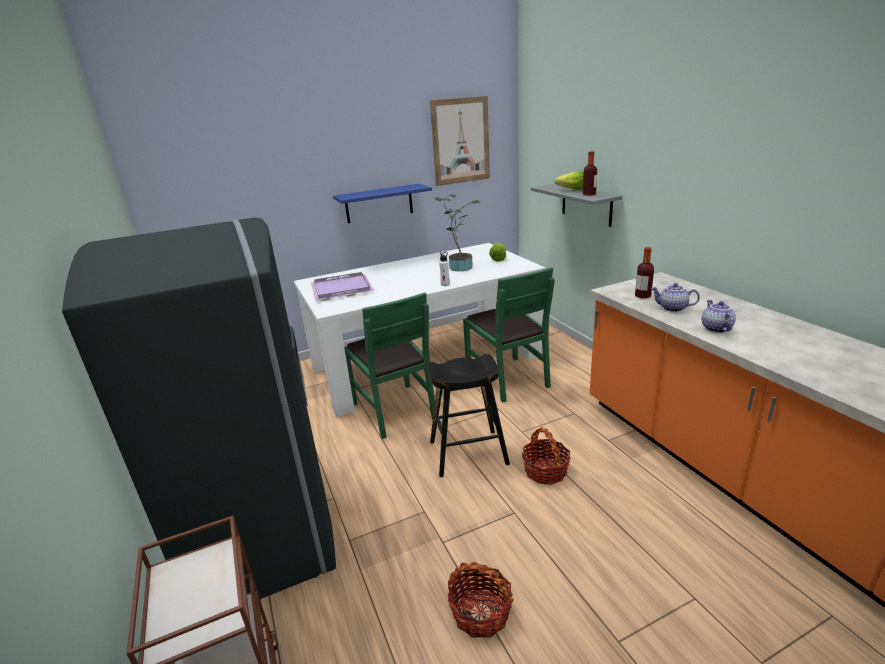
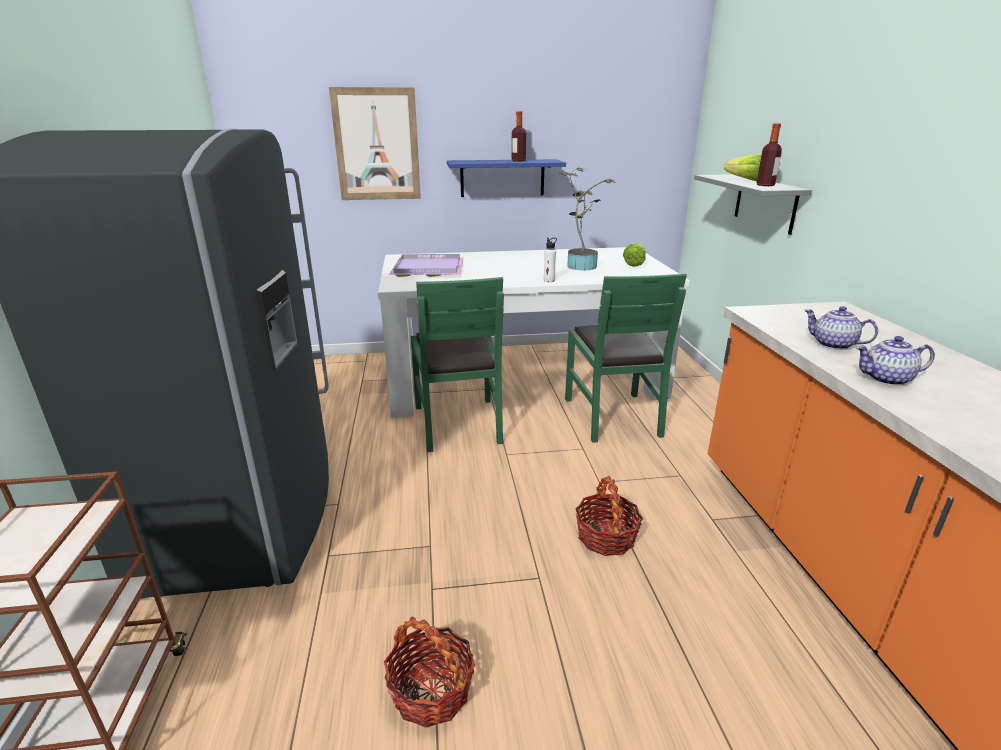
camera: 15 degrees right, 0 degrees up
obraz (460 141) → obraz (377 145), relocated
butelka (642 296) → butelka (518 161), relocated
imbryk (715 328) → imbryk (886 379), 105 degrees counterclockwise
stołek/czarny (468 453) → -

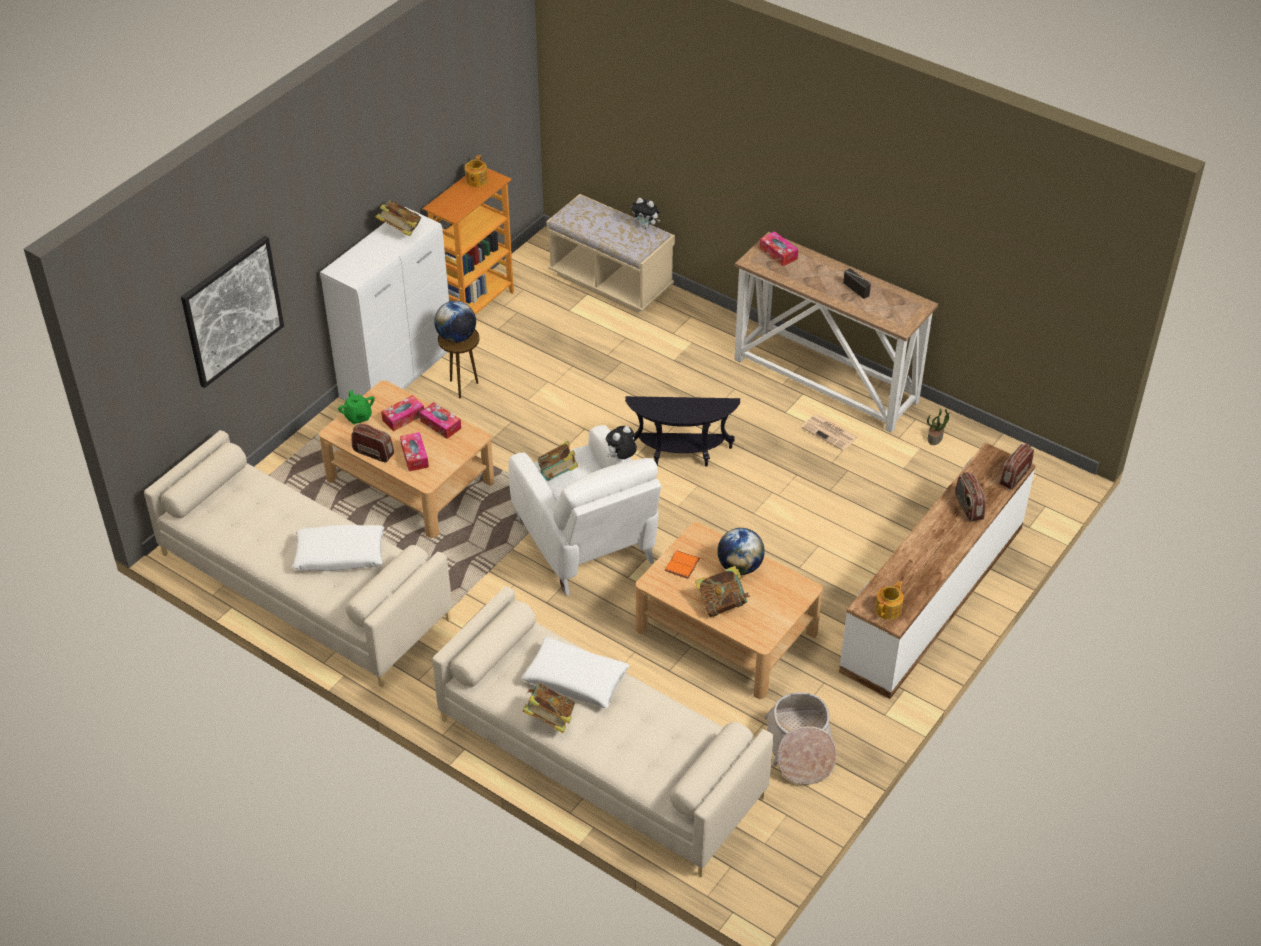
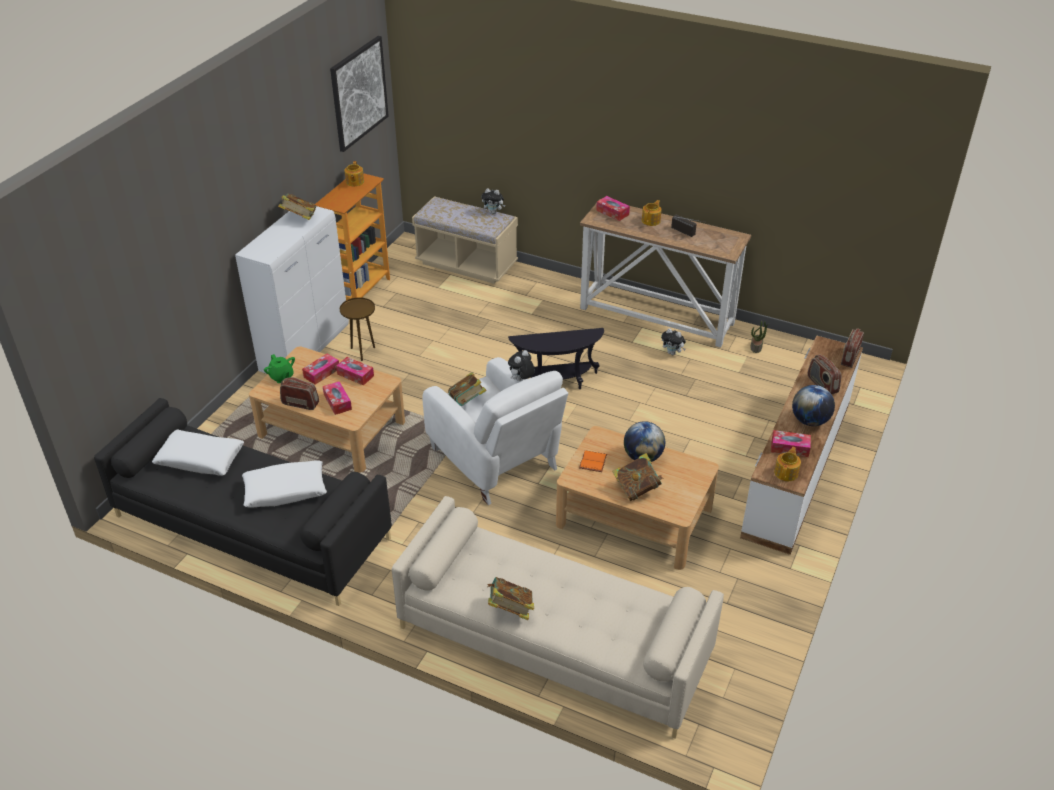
camera: 10 degrees left, 5 degrees down
kanapa/beżowy (303 586) → kanapa/czarny (251 527)
poduszka/biały (576 679) → poduszka/biały (200 459), relocated
obraz (232 311) → obraz (359 93), relocated
- → imbryk (651 220)
gazeta (830 433) → pluszak (672 353)
- → pudełko chusteczek (789 448)
globus (456 337) → globus (810 421), relocated
koszyk (800 748) → -

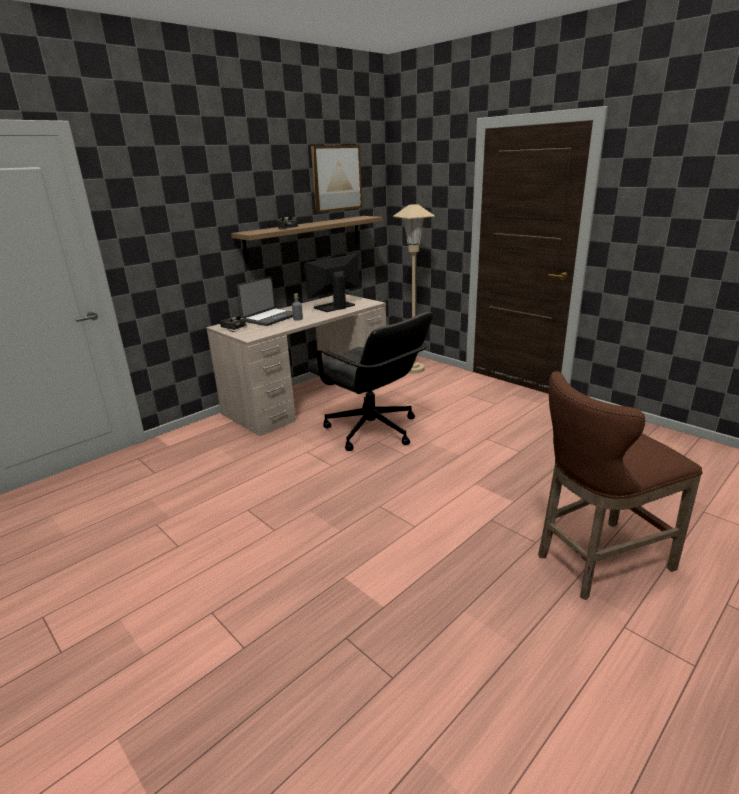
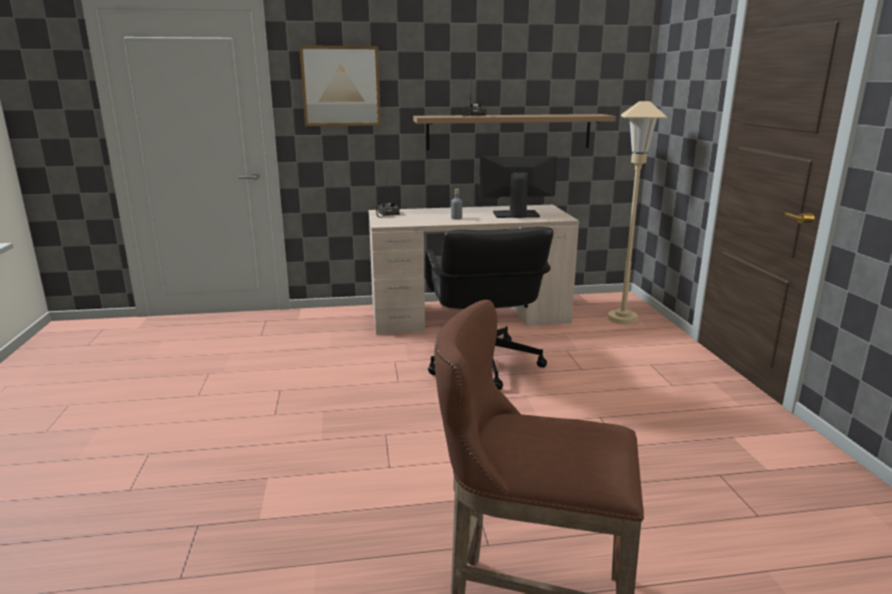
camera: 35 degrees right, 5 degrees down
obraz (336 178) → obraz (341 86), relocated
laptop (270 318) → -

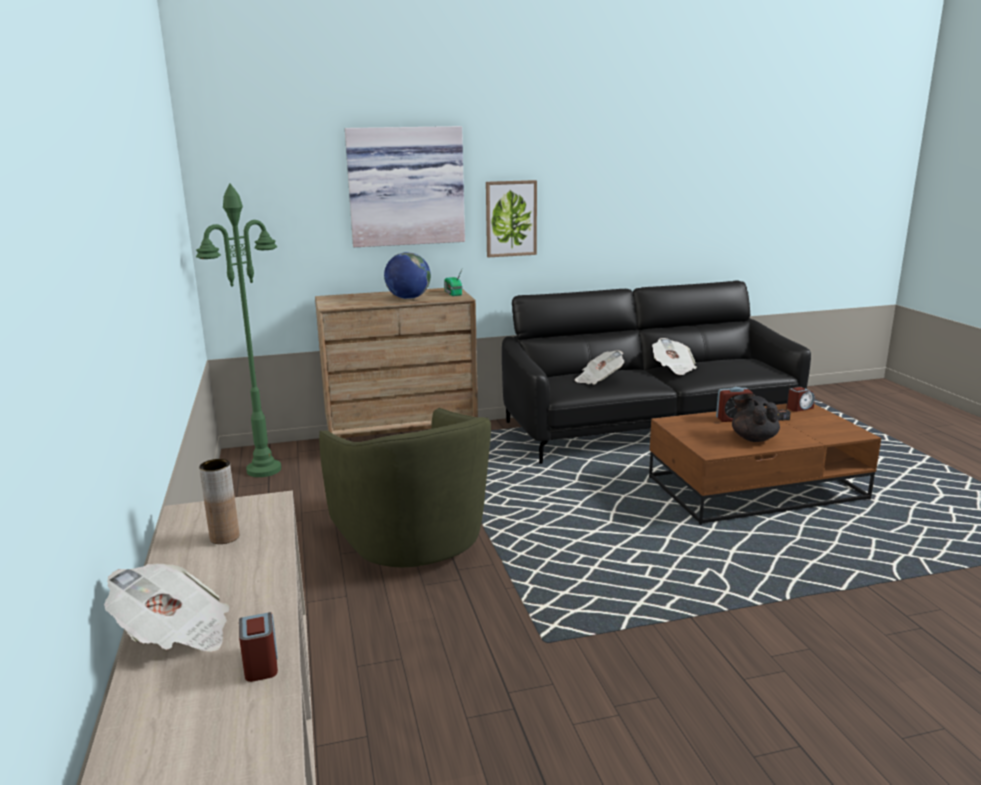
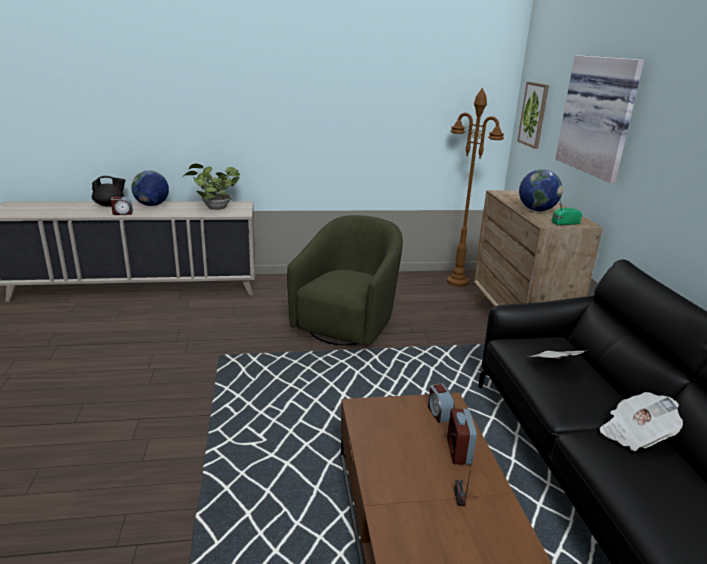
camera: 95 degrees right, 5 degrees up
imbryk/czarny (753 438) → imbryk/czarny (110 205), relocated
gazeta (175 634) → globus (152 205)
wazon/brązowy (224 537) → roślina doniczkowa (214 208)
fotel/zielony (412 543) → fotel/zielony (347 324), 135 degrees clockwise
budzik (799 408) → budzik (439 412), relocated
lampa stojąca/zielony (263 470) → lampa stojąca/brązowy (457 282)
obraz (511 218) → obraz (534 114), relocated

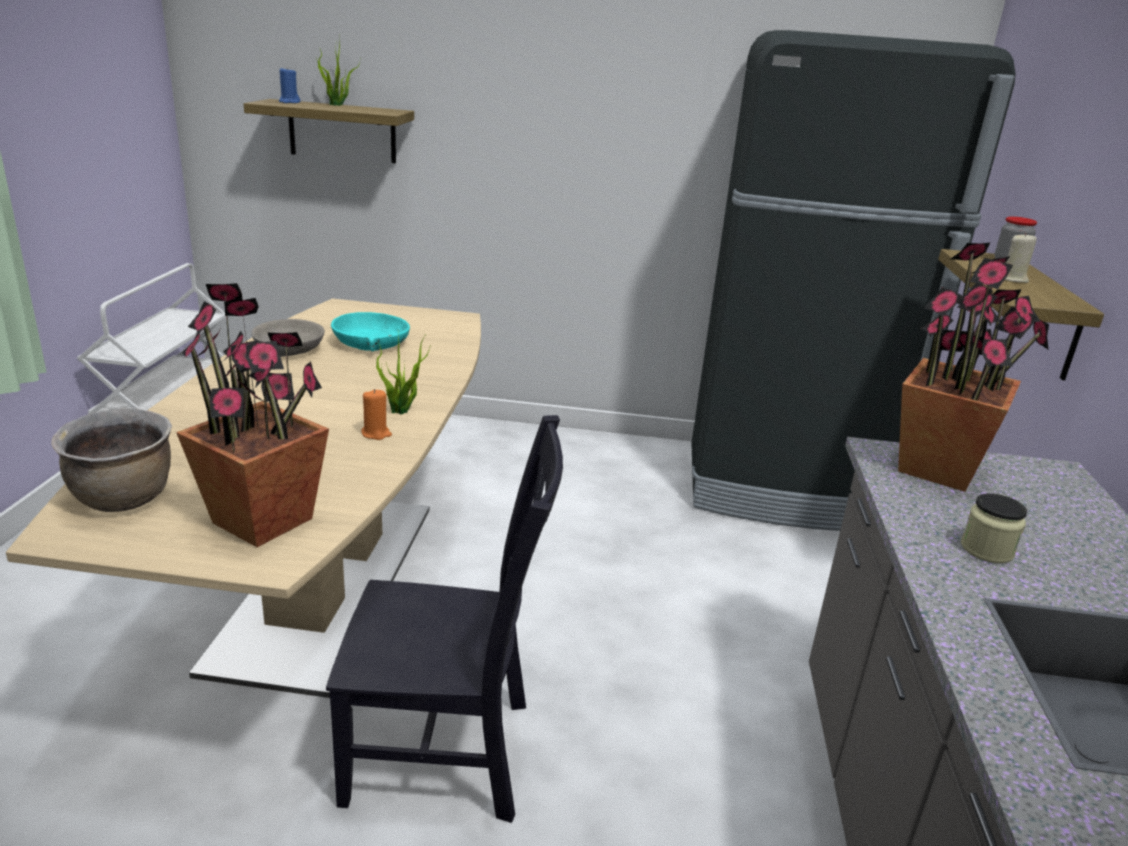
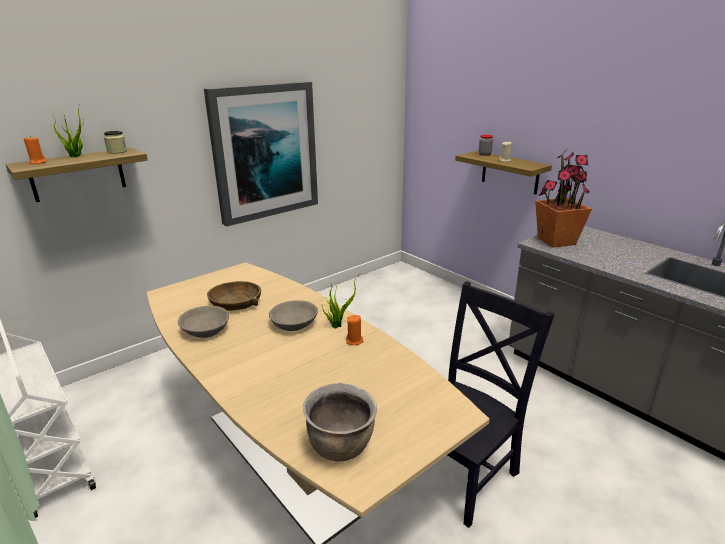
camera: 45 degrees left, 0 degrees up
świeca/niebieski (289 102) → świeca/pomarańczowy (38 162)
słoik (986 550) → słoik (117 152), relocated
- → obraz (264 152)
miska/turkusowy (371 343) → miska/brązowy (236 303)
- → miska/szary (294 324)
roślina doniczkowa (264 521) → -
lodówka/czarny (786 488) → -

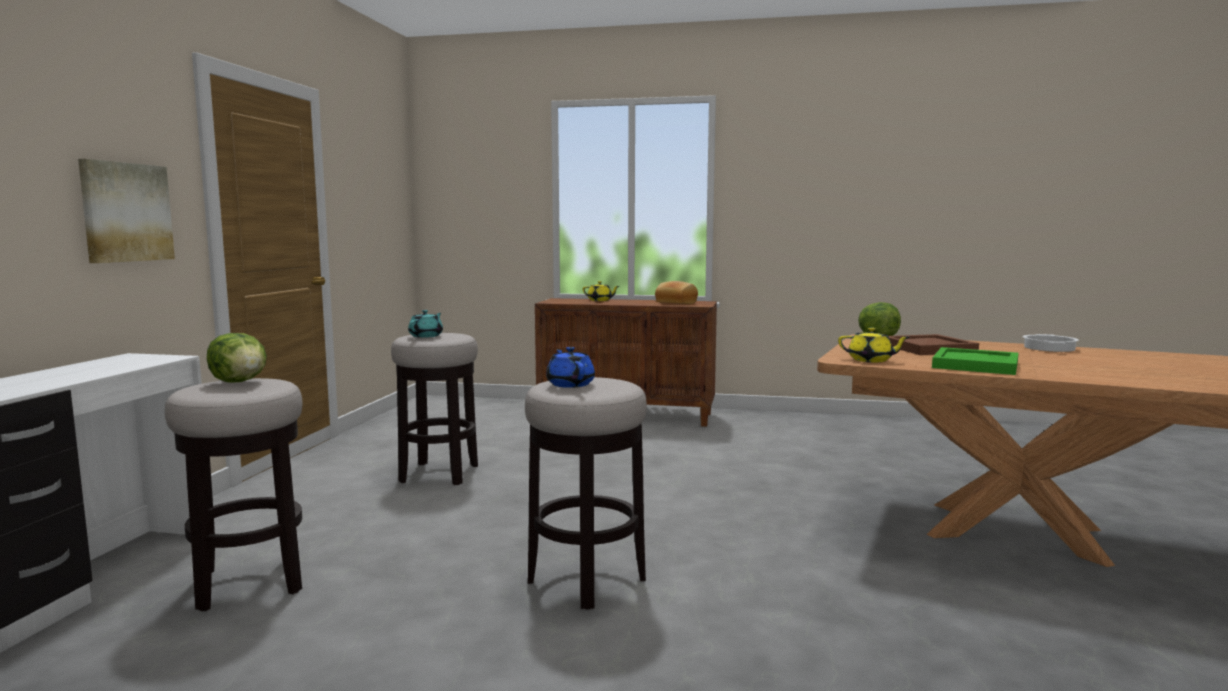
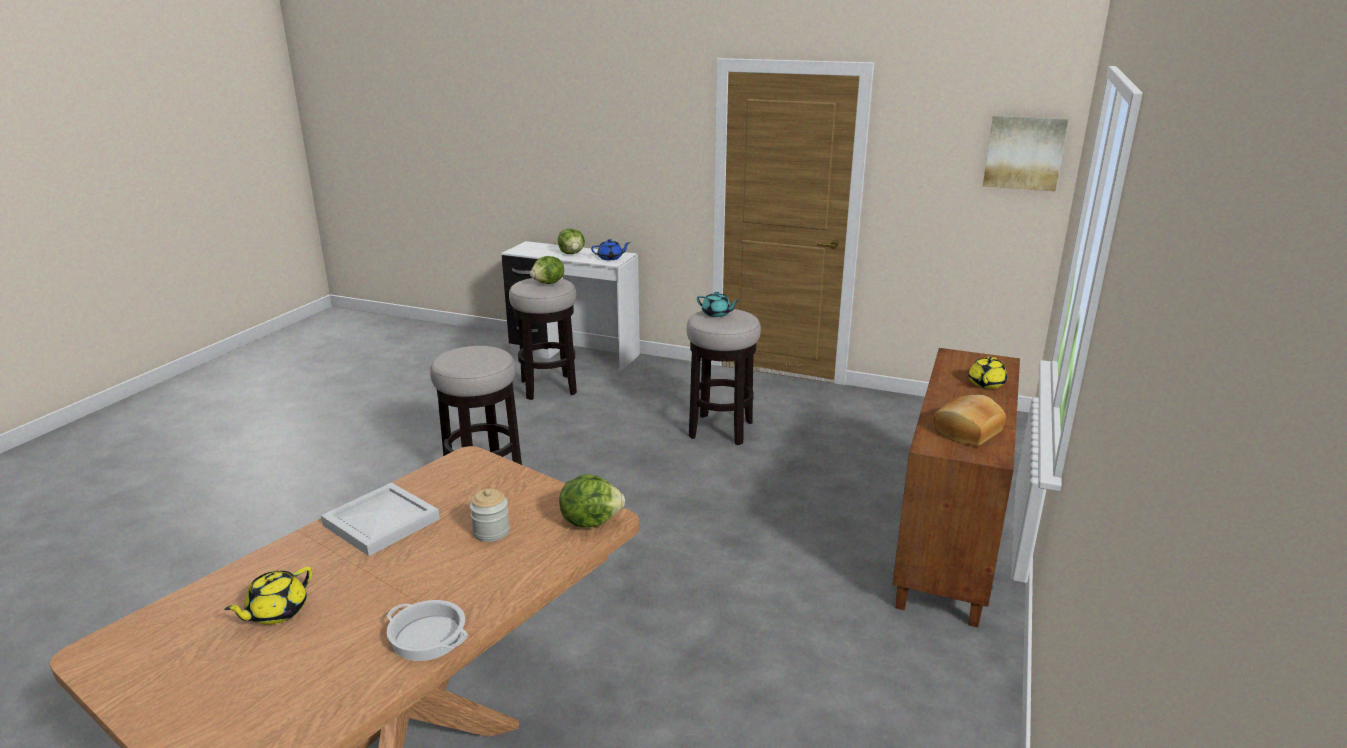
camera: 100 degrees right, 15 degrees up
imbryk/żółty (871 360) → imbryk/żółty (276 612), relocated
taca/zielony (974 365) → taca/biały (383 522)
taca/brązowy (930 348) → słoik (491 532)
- → sałata (572 253)
imbryk/niebieski (570 384) → imbryk/niebieski (610 258), relocated
obraz (126 212) → obraz (1024 153), relocated

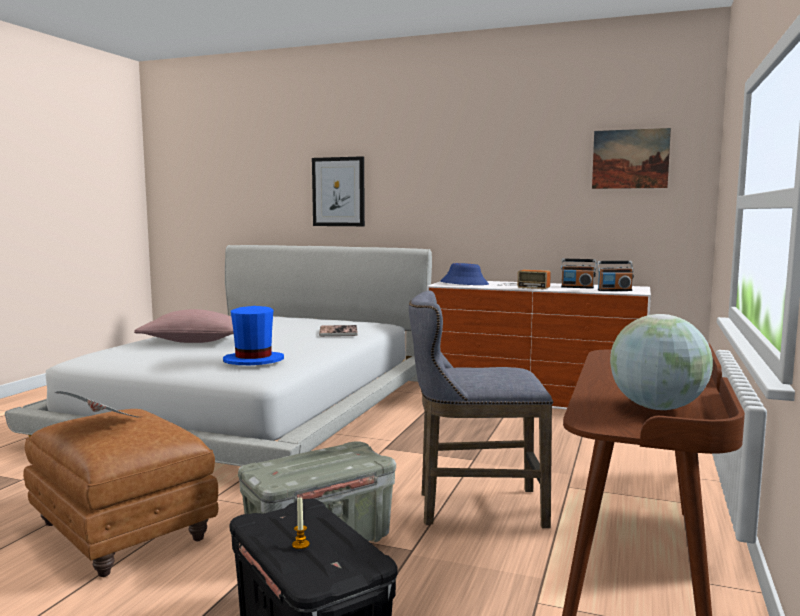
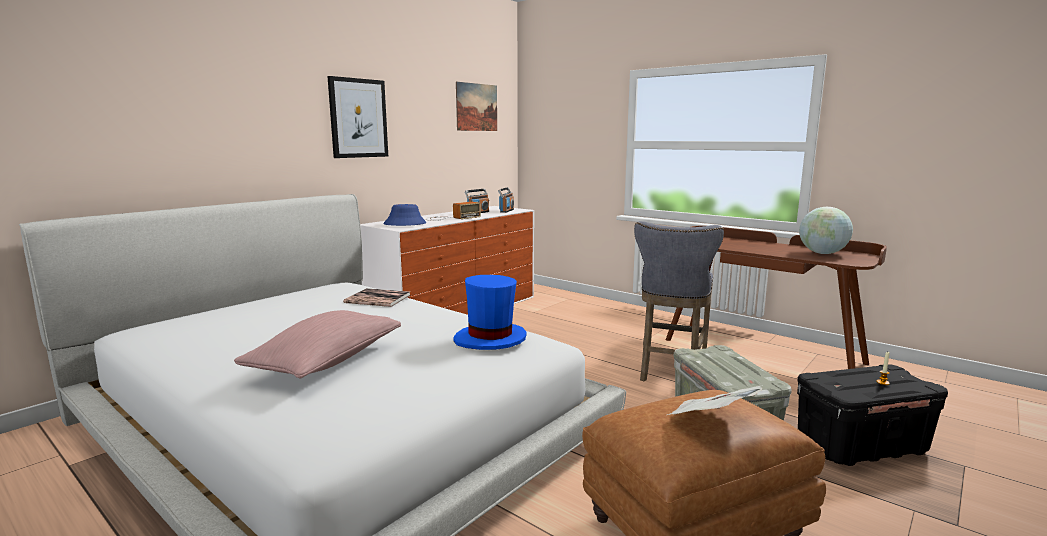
camera: 70 degrees left, 5 degrees up
obraz (338 192) → obraz (358 118), relocated

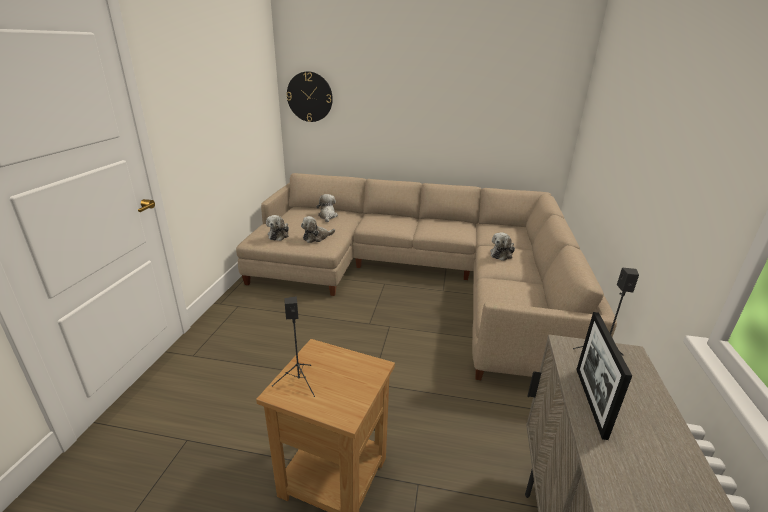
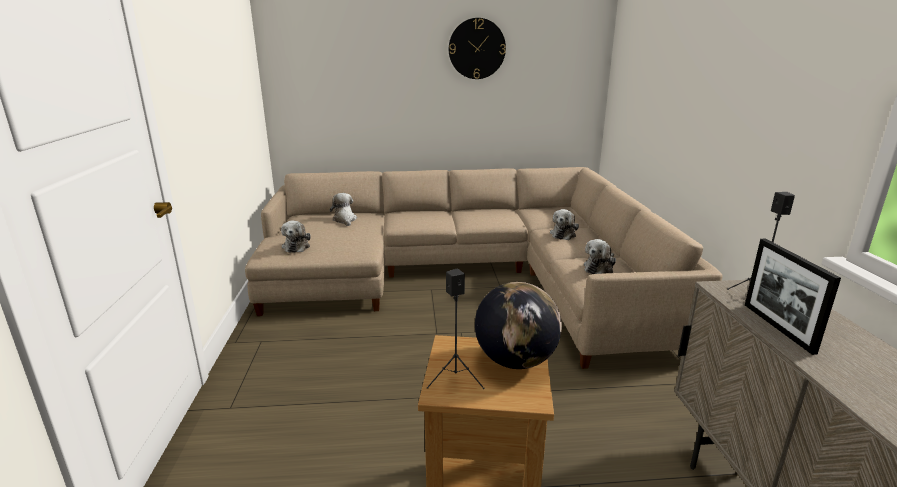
camera: 15 degrees left, 5 degrees down
zegar ścienny (309 97) → zegar ścienny (477 49), relocated
- → globus (516 361)
pluszak (316 237) → pluszak (599 268), relocated

